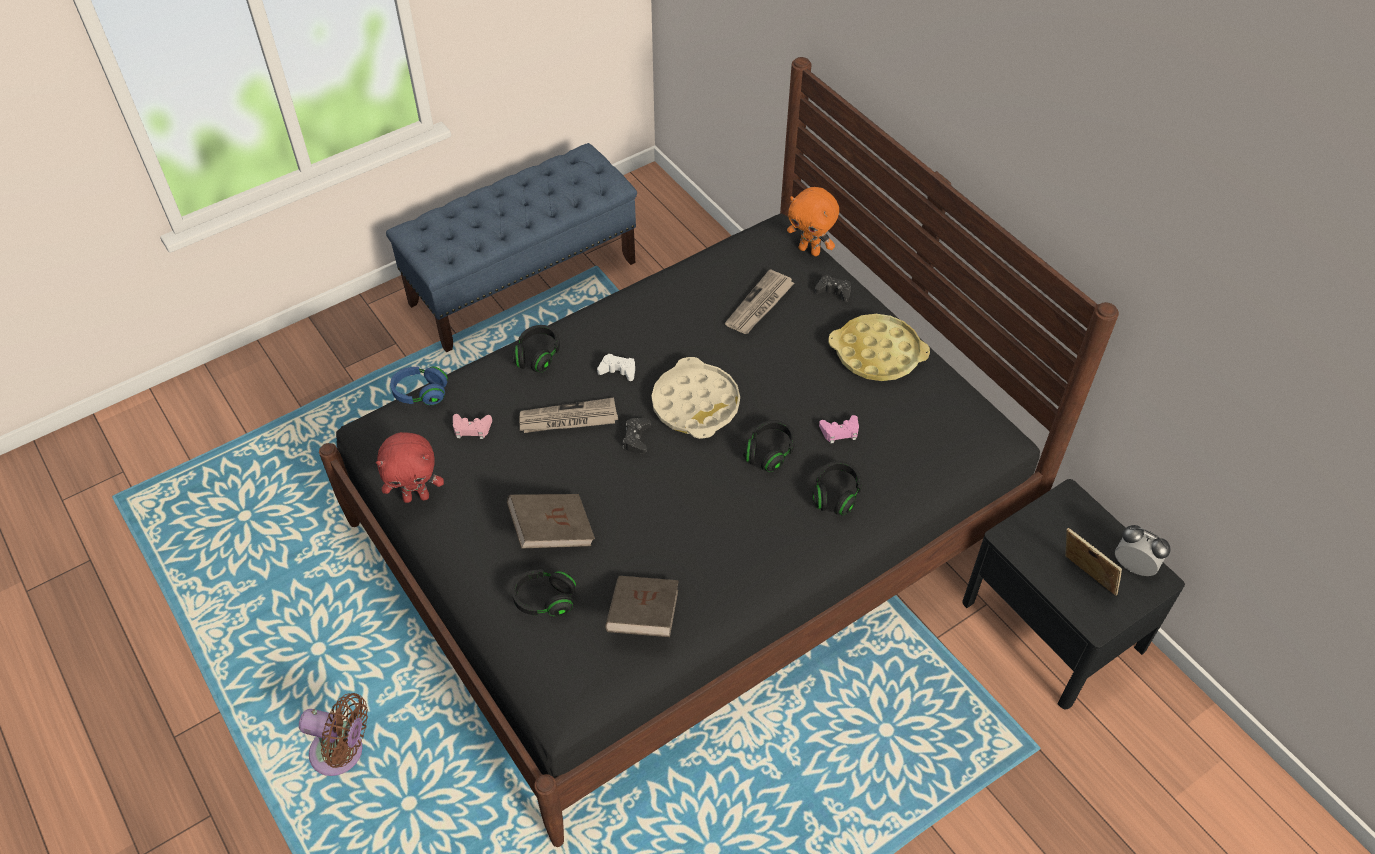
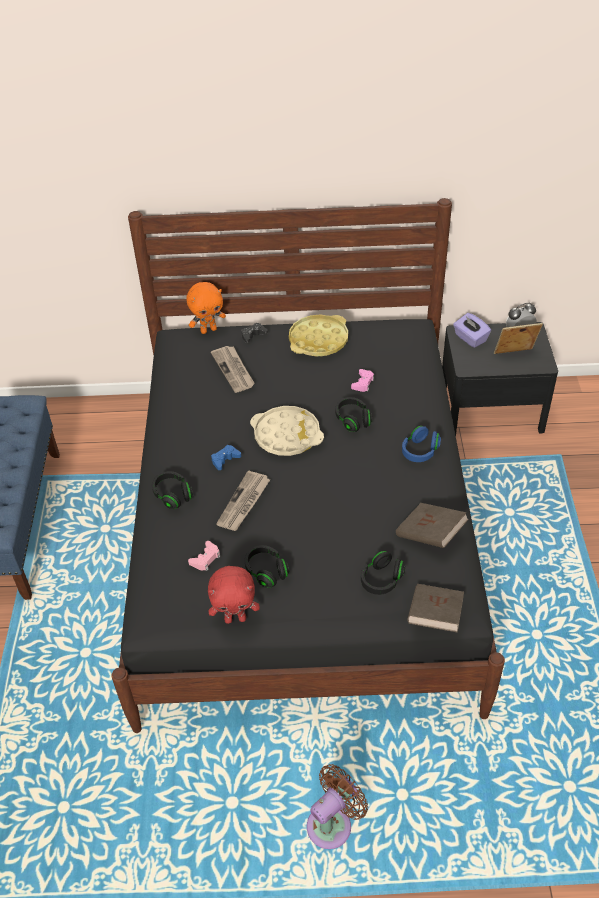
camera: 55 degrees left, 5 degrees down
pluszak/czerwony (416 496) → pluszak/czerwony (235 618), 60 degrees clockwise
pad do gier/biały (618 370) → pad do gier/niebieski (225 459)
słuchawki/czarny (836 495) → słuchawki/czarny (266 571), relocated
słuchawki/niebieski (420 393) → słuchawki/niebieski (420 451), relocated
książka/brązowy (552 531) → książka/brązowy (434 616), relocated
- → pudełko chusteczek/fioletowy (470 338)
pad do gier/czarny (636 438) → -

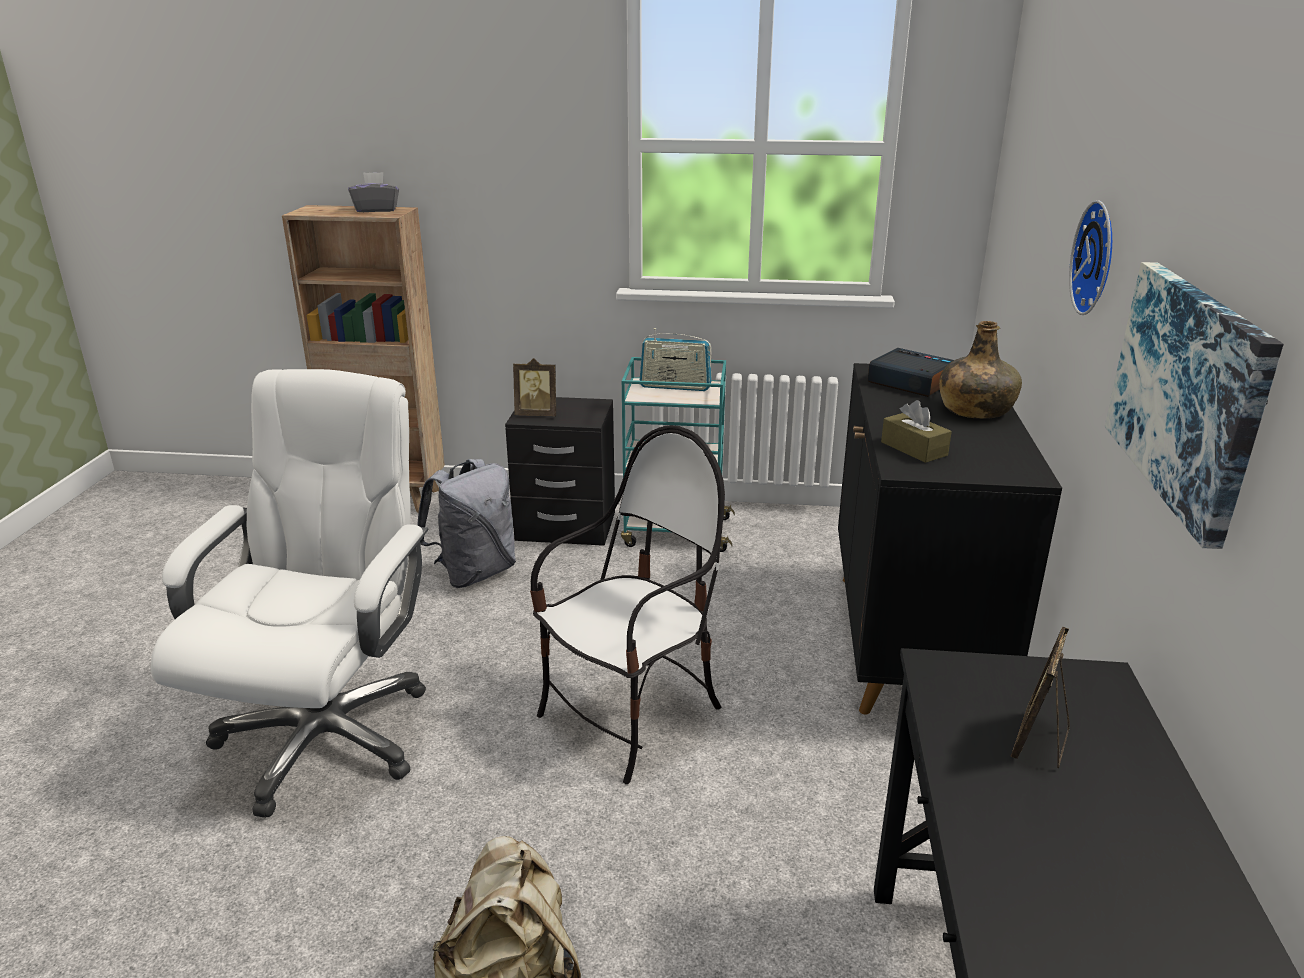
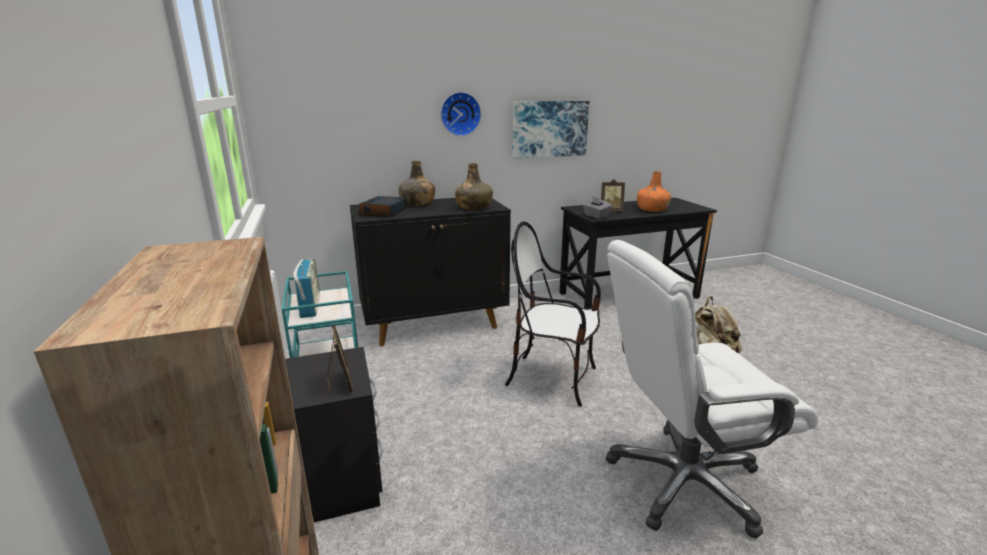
camera: 115 degrees left, 5 degrees down
pudełko chusteczek/brązowy (914 449) → butelka/zielony (474 207)
pudełko chusteczek/szary (376 210) → pudełko chusteczek/szary (596 216), relocated
- → butelka/pomarańczowy (652 209)
plecak/szary (474 573) → -

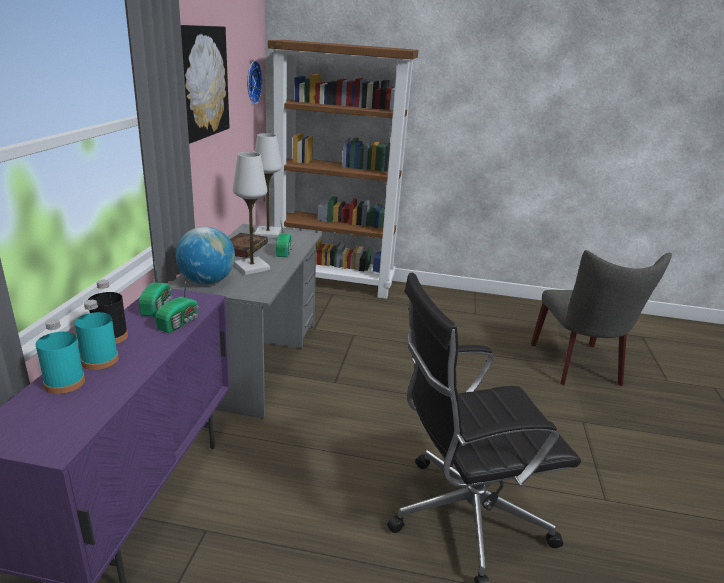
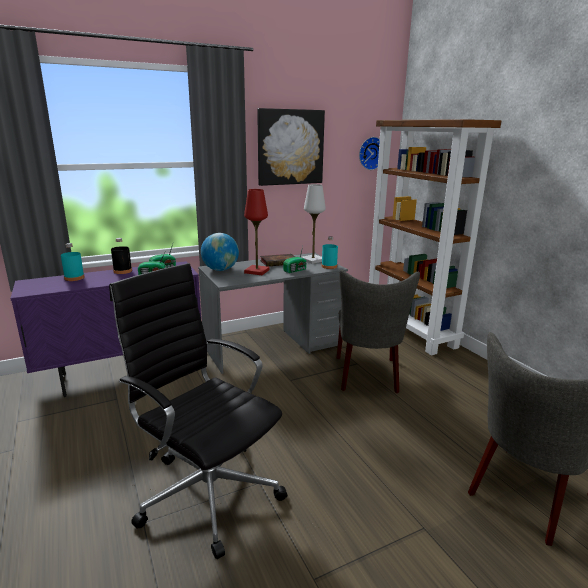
camera: 55 degrees right, 5 degrees down
lampa stołowa/biały (252 267) → lampa stołowa/czerwony (257 271)
butelka/turkusowy (100 360) → butelka/turkusowy (329 266), relocated
- → krzesło/szary (367 376)

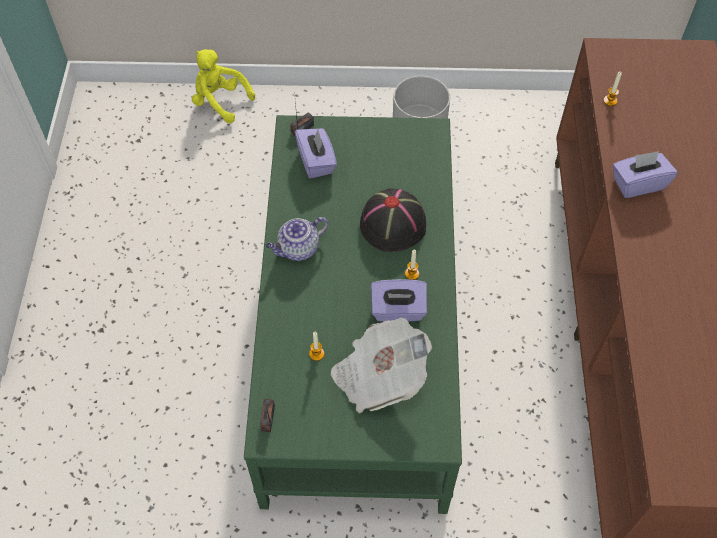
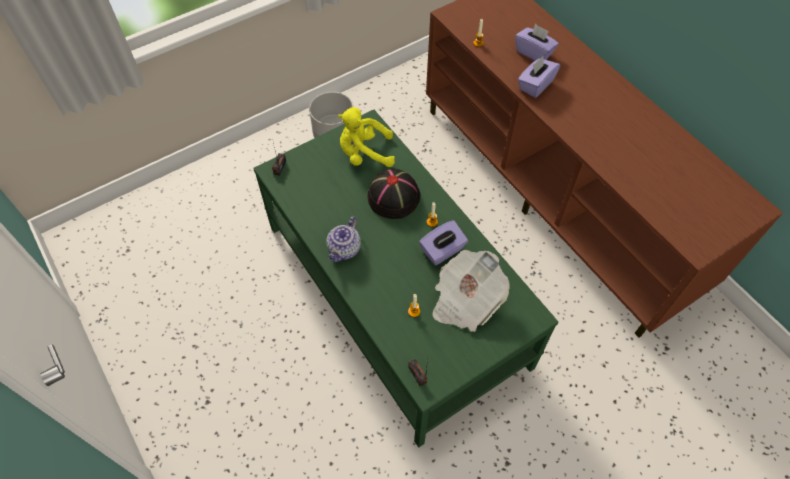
camera: 35 degrees left, 0 degrees up
pluszak/żółty (220 101) → pluszak/żółty (364 153), relocated
pudełko chusteczek/fioletowy (316 162) → pudełko chusteczek/fioletowy (534 53), relocated

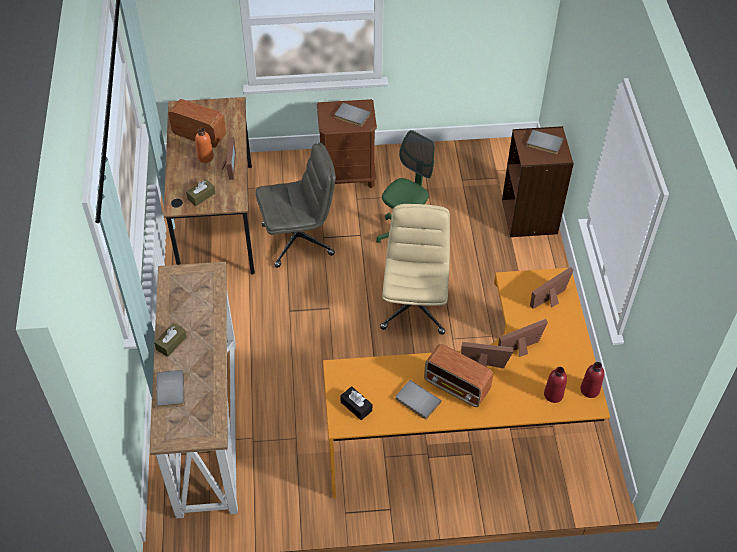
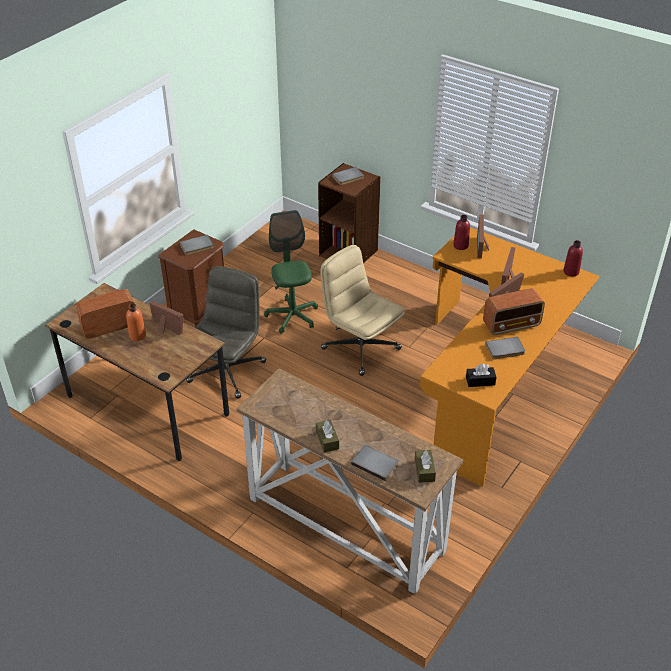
camera: 50 degrees left, 10 degrees down
pudełko chusteczek/brązowy (201 196) → pudełko chusteczek/brązowy (424 470), relocated
butelka/czerwony (553 394) → butelka/czerwony (460 245), relocated

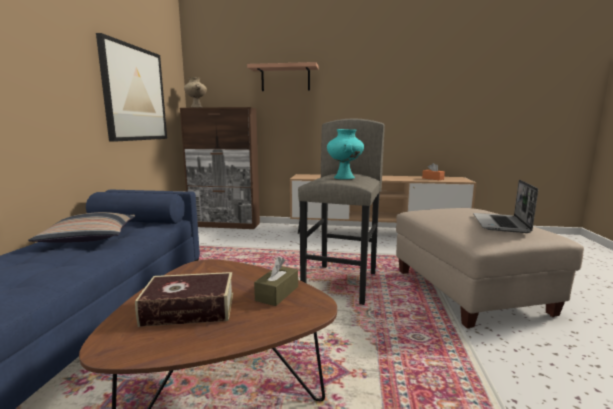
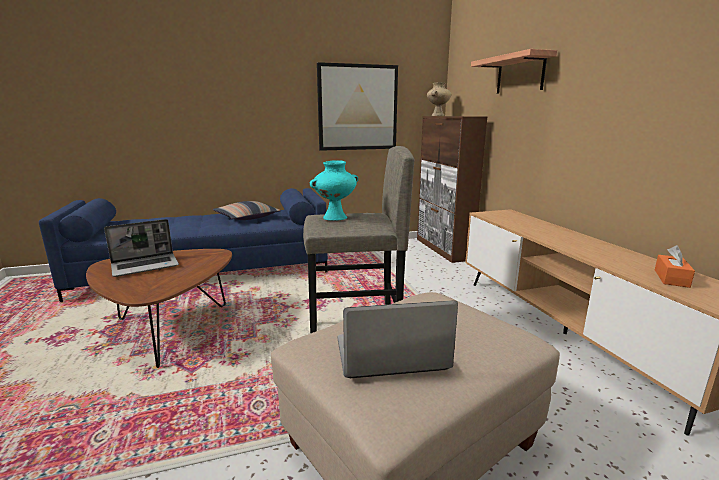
camera: 65 degrees right, 5 degrees up
książka (189 309) → laptop (146 266)
pudełko chusteczek/brązowy (277 293) → -

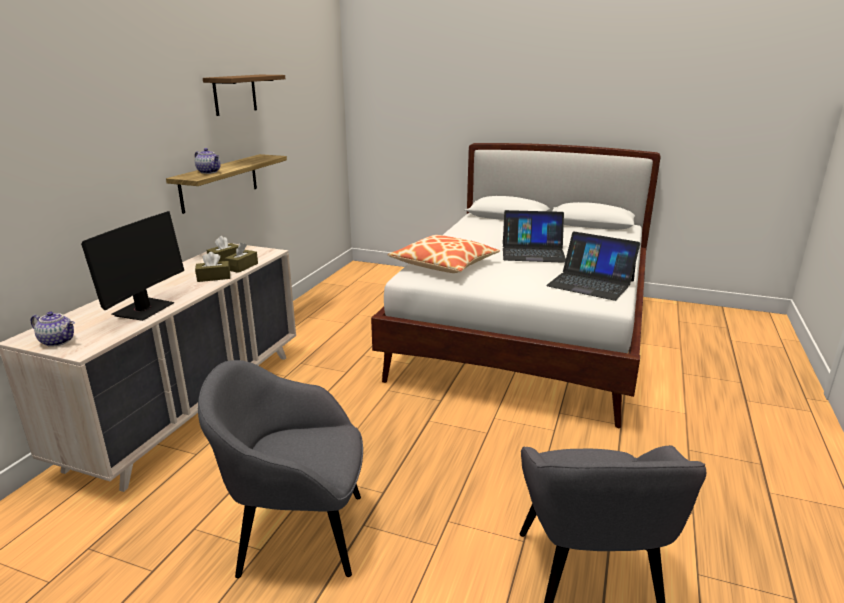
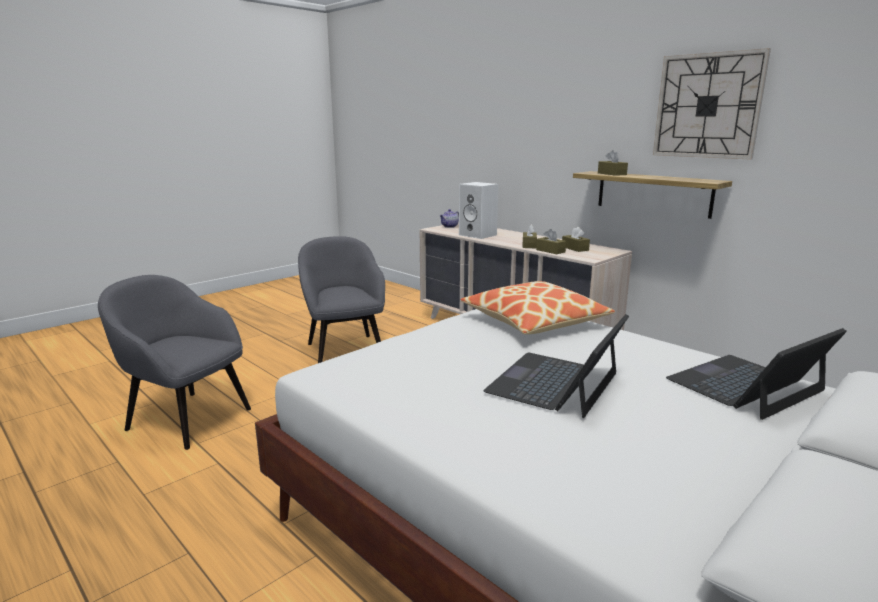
camera: 115 degrees right, 5 degrees down
fotel/szary (298 533) → fotel/szary (345 350), 45 degrees counterclockwise
monitor (144 310) → głośnik/biały (478 235)
imbryk (209 172) → pudełko chusteczek/brązowy (612 174)
półka (235 94) → zegar ścienny (707 106)
laptop (590 283) → laptop (746 385), relocated

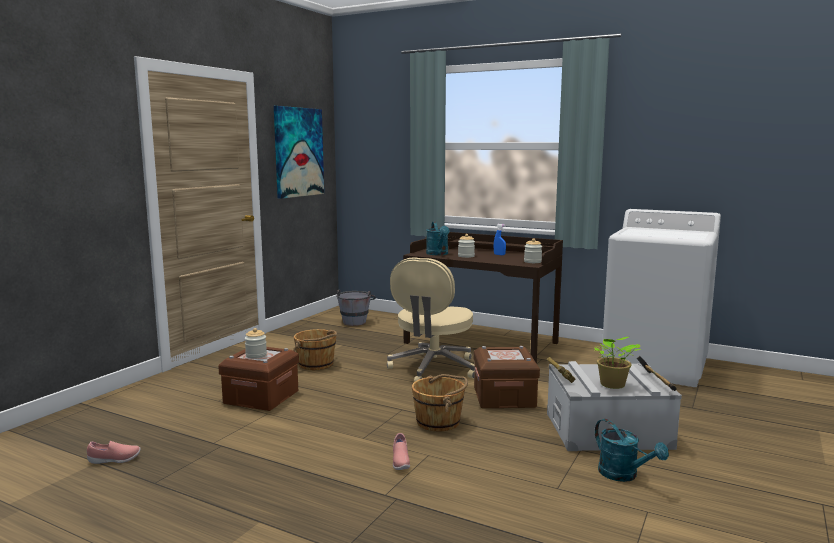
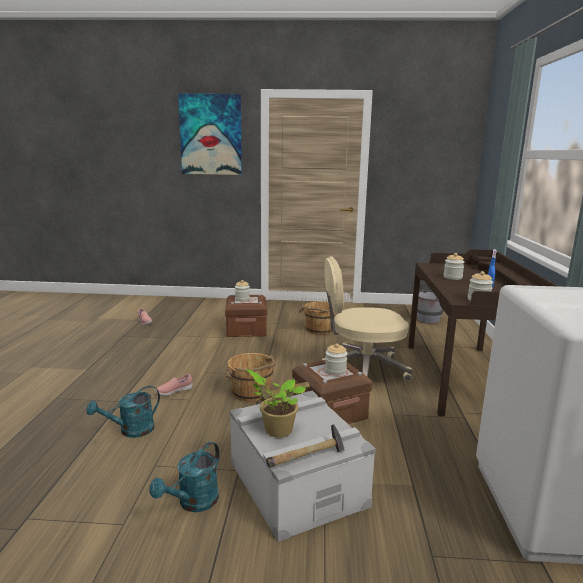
camera: 65 degrees right, 5 degrees up
konewka/turkusowy (438 254) → konewka/turkusowy (131 431), relocated
obraz (298 152) → obraz (211 135), relocated
- → słoik (335 370)

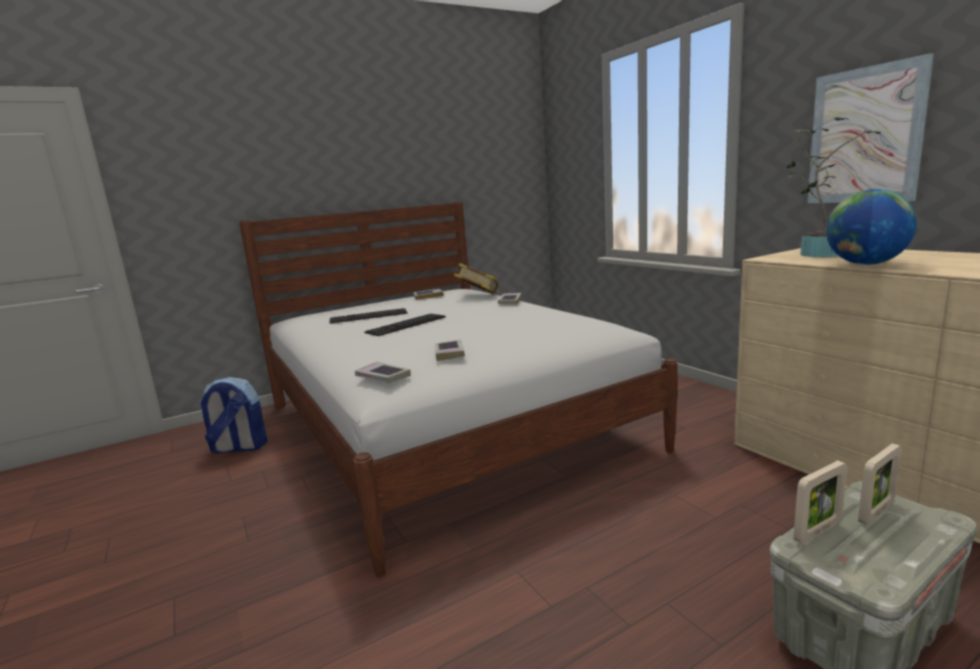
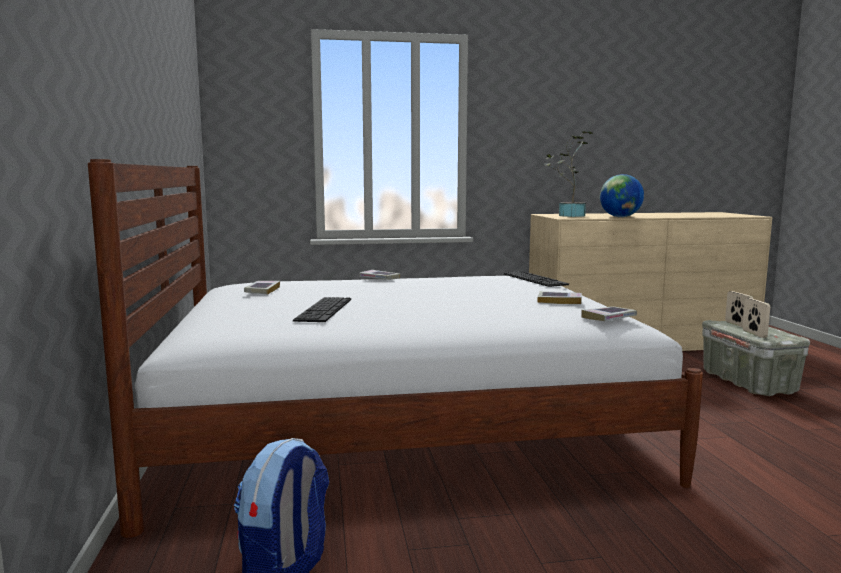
camera: 70 degrees left, 5 degrees down
klawiatura (406 324) → klawiatura (534 279), relocated
książka (478 296) → -
obraz (864 136) → -

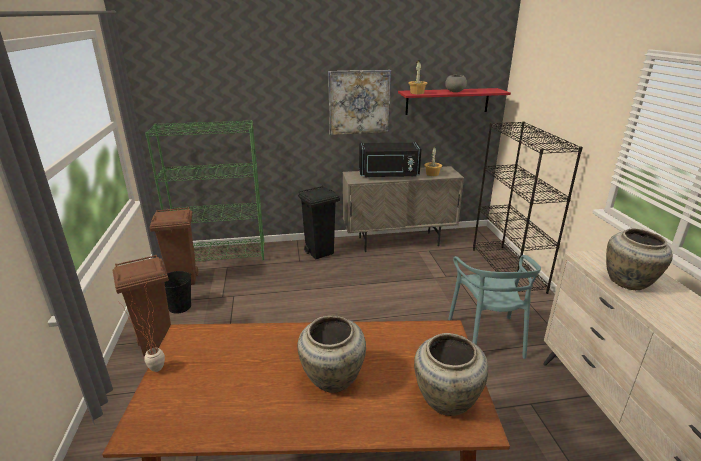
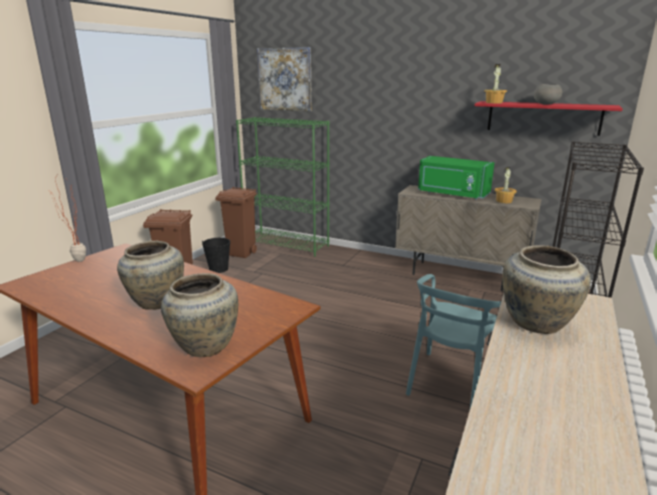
camera: 35 degrees right, 5 degrees down
obraz (359 102) → obraz (285 79), relocated
mikrofalówka/czarny (388 175) → mikrofalówka/zielony (452 194)
kosz na śmieci/czarny (320 252) → -

